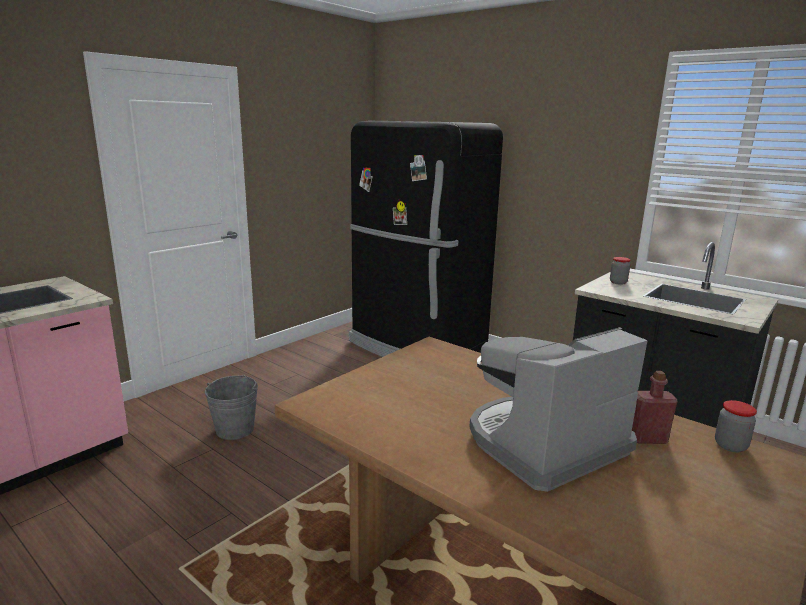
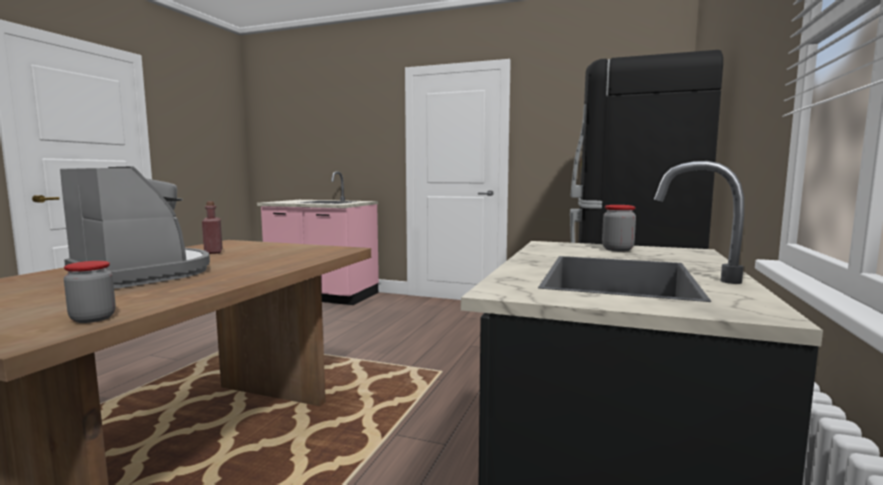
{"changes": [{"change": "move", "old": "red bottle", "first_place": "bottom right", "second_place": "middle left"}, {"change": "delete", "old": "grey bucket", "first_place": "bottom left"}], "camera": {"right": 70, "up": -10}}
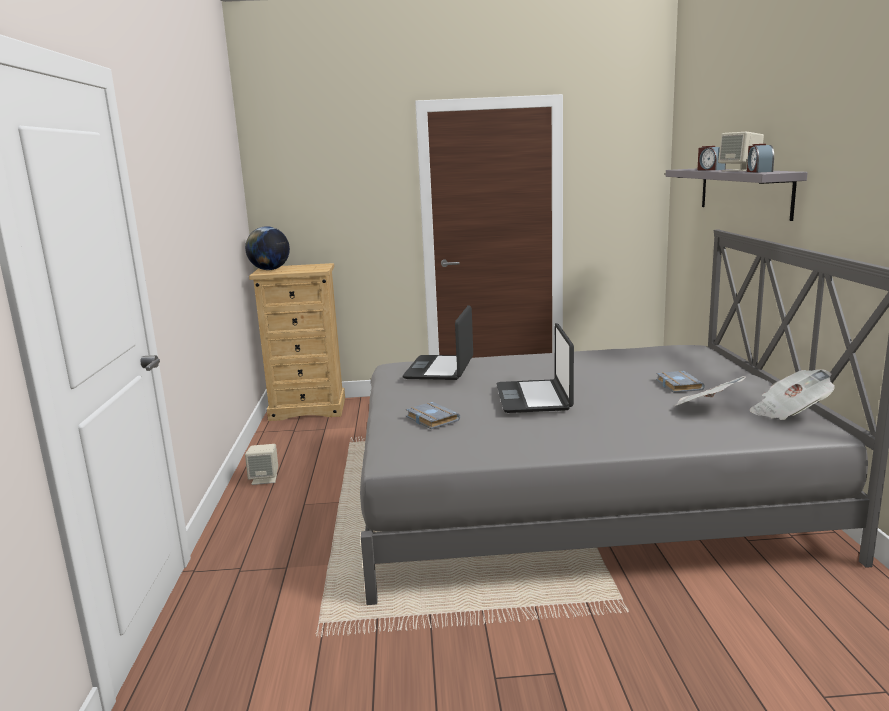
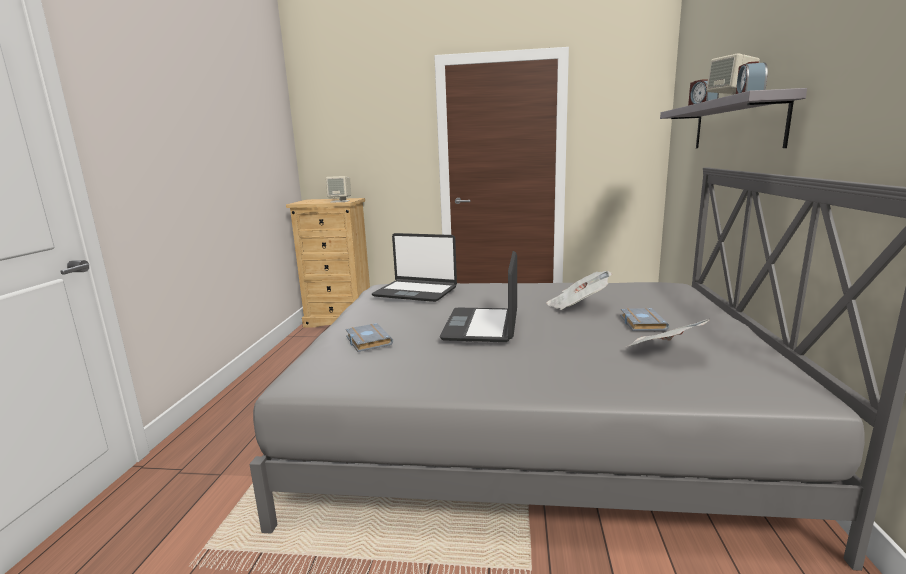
{"changes": [{"change": "delete", "old": "globe", "first_place": "middle left"}, {"change": "rotate", "old": "laptop (1st from left)", "first_place": "centre", "second_place": "centre", "degrees": -90}, {"change": "move", "old": "newspaper (2nd from left in the first image)", "new": "newspaper (1st from left)", "first_place": "middle right", "second_place": "centre"}, {"change": "move", "old": "beige speaker (1st from left)", "first_place": "middle left", "second_place": "top centre"}], "camera": {"right": 10, "up": 0}}
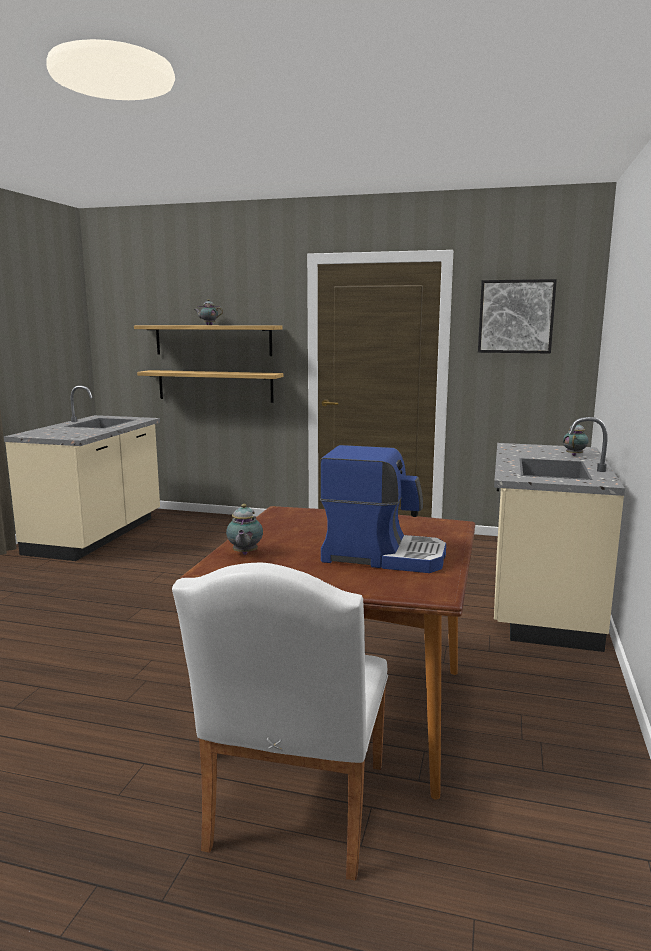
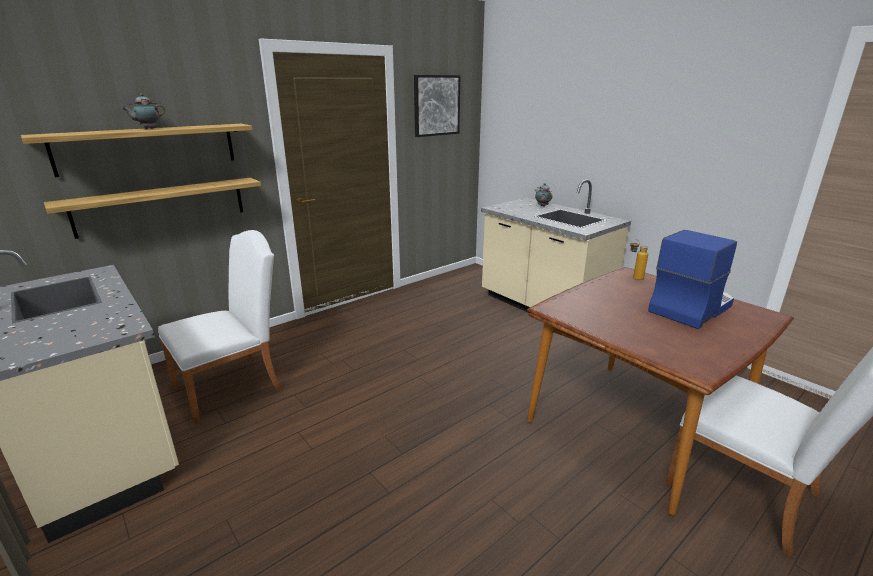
{"changes": [{"change": "delete", "old": "teapot (2nd from left)", "first_place": "centre"}, {"change": "insert", "new": "white chair (1st from left)", "second_place": "middle left"}, {"change": "insert", "new": "bottle", "second_place": "middle right"}], "camera": {"right": -55, "up": 10}}
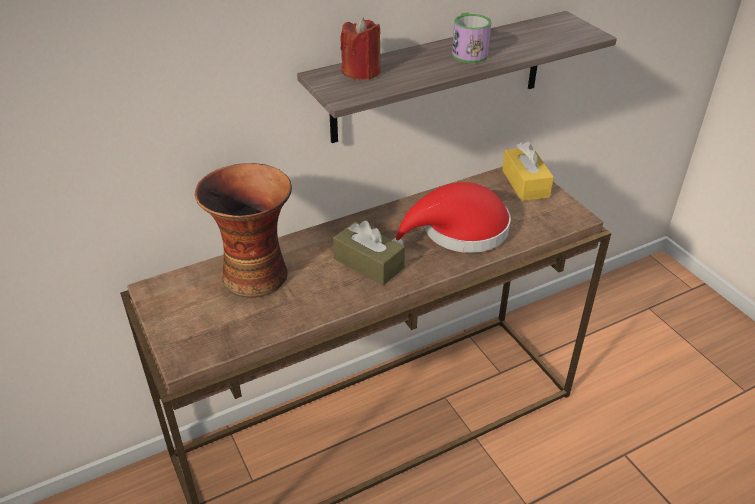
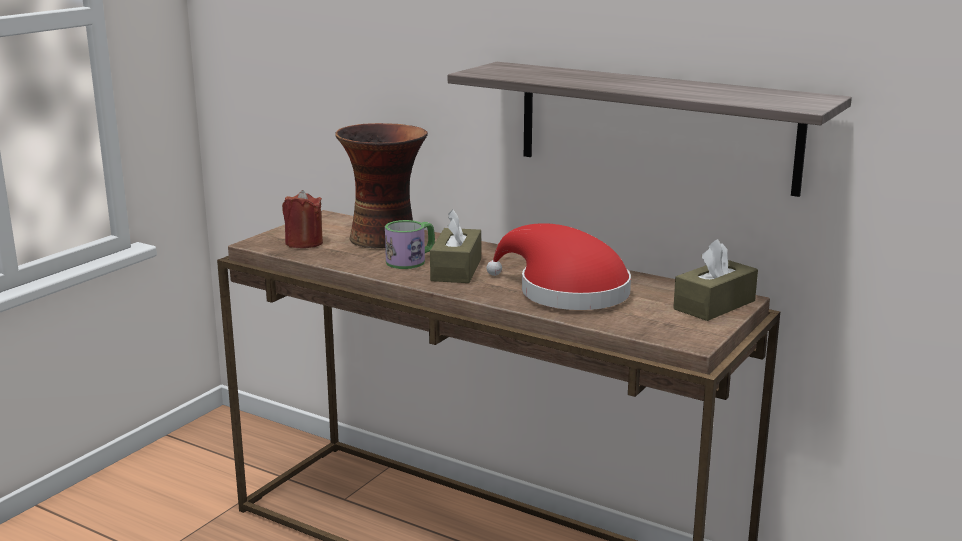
{"changes": [{"change": "move", "old": "mug", "first_place": "top centre", "second_place": "centre"}, {"change": "move", "old": "red candle", "first_place": "top centre", "second_place": "middle left"}, {"change": "recolor", "old": "yellow tissue box", "new": "brown tissue box (2nd from left)", "first_place": "middle right", "second_place": "middle right"}], "camera": {"right": 60, "up": -20}}
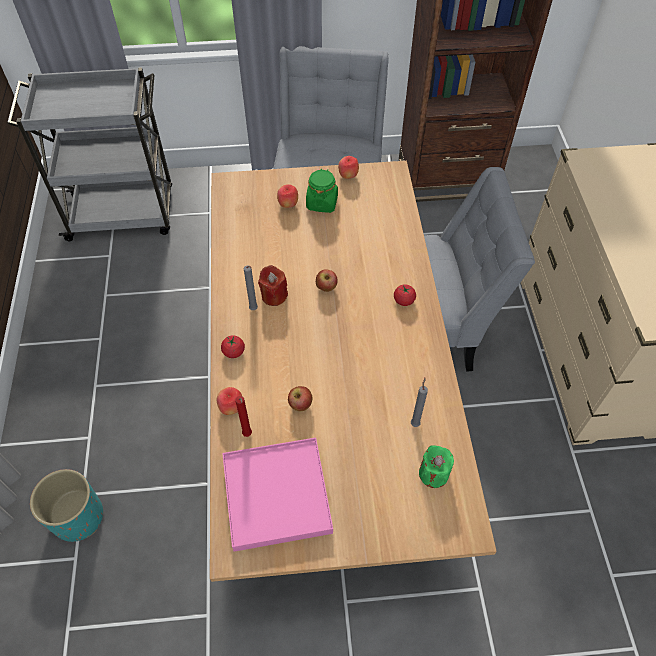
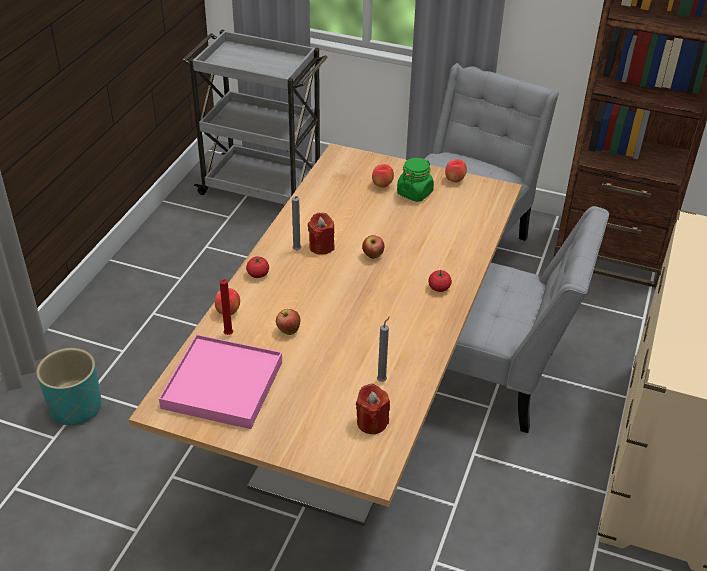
{"changes": [{"change": "recolor", "old": "green candle", "new": "red candle (3rd from left)", "first_place": "bottom centre", "second_place": "bottom centre"}], "camera": {"right": 25, "up": -15}}
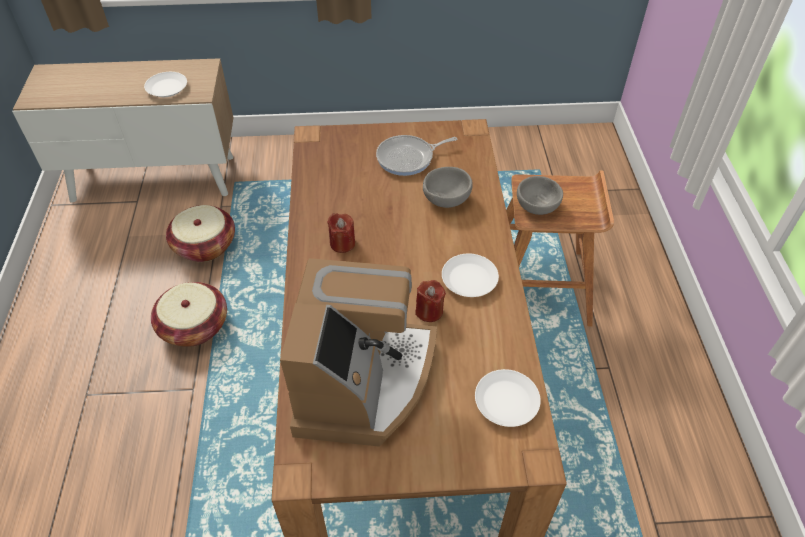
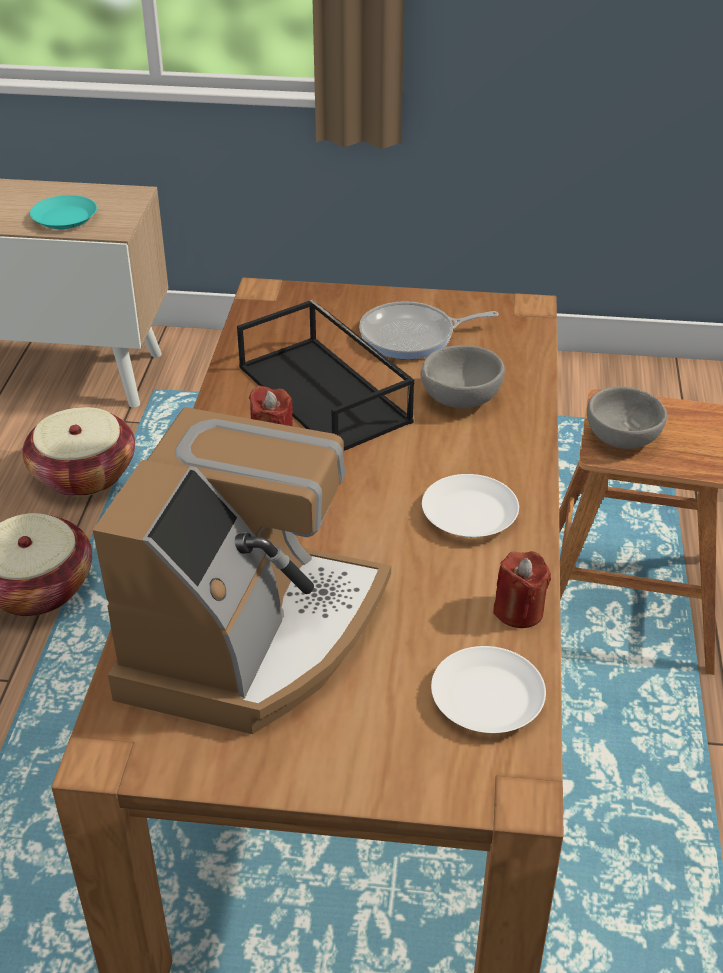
{"changes": [{"change": "recolor", "old": "white plate (1st from left)", "new": "turquoise plate", "first_place": "top left", "second_place": "top left"}, {"change": "move", "old": "red candle (2nd from left)", "first_place": "centre", "second_place": "middle right"}, {"change": "insert", "new": "black tray", "second_place": "centre"}], "camera": {"right": 10, "up": -10}}
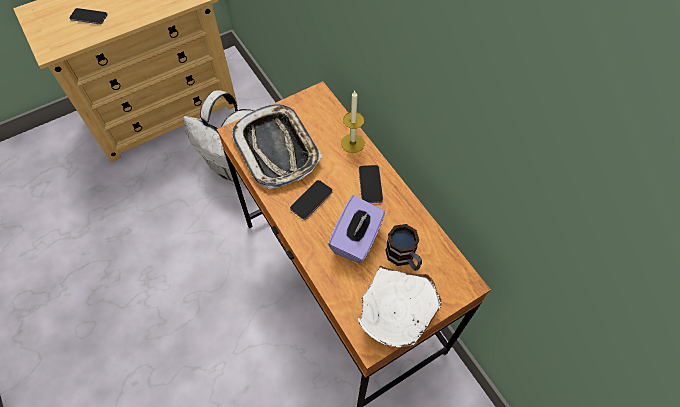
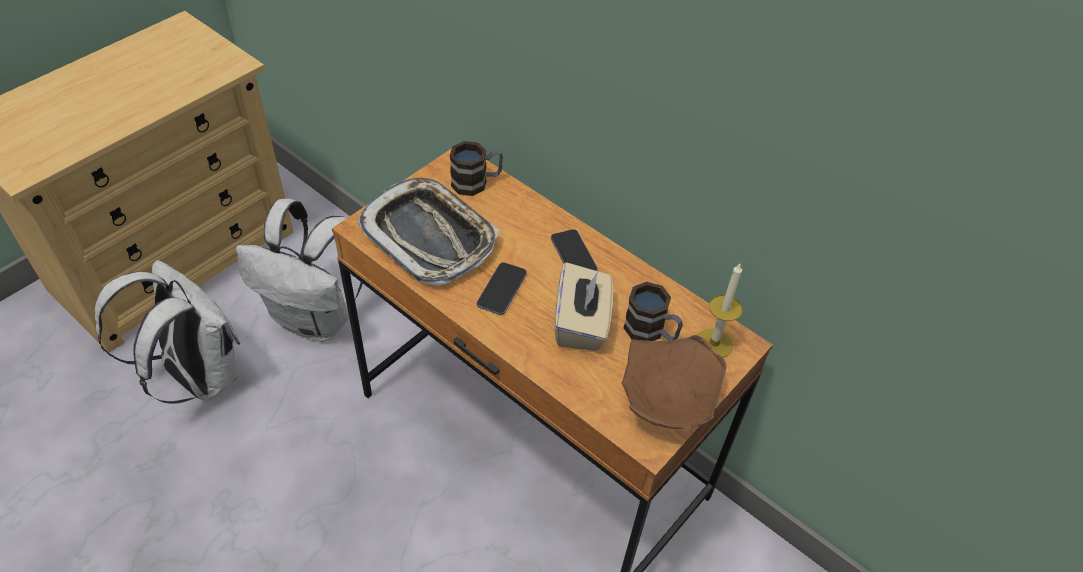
{"changes": [{"change": "delete", "old": "phone (1st from left)", "first_place": "top left"}, {"change": "move", "old": "candle", "first_place": "top centre", "second_place": "centre"}, {"change": "recolor", "old": "purple tissue box", "new": "beige tissue box", "first_place": "centre", "second_place": "centre"}, {"change": "recolor", "old": "white bowl", "new": "brown bowl", "first_place": "bottom centre", "second_place": "bottom centre"}, {"change": "insert", "new": "mug (1st from left)", "second_place": "top centre"}, {"change": "insert", "new": "white backpack (1st from left)", "second_place": "middle left"}], "camera": {"right": -20, "up": -10}}
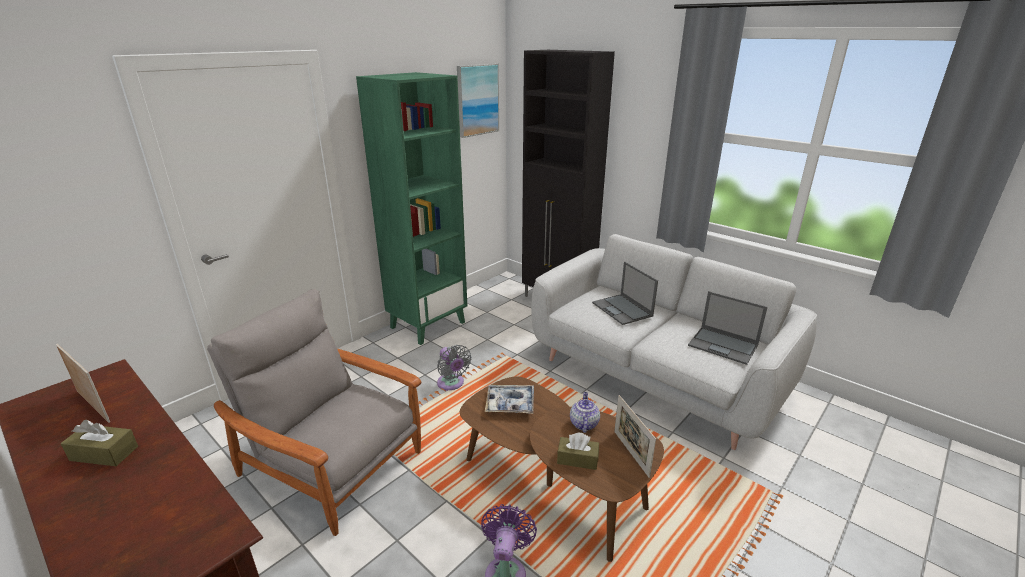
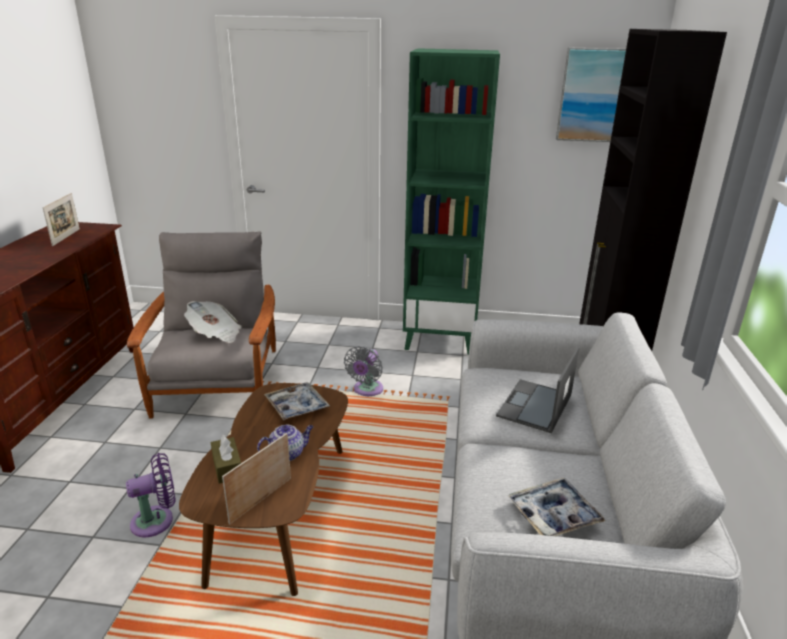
{"changes": [{"change": "replace", "old": "laptop (2nd from left)", "new": "tray (2nd from left)", "first_place": "middle right", "second_place": "bottom right"}, {"change": "delete", "old": "brown tissue box (1st from left)", "first_place": "bottom left"}, {"change": "insert", "new": "newspaper", "second_place": "middle left"}], "camera": {"right": 55, "up": 0}}
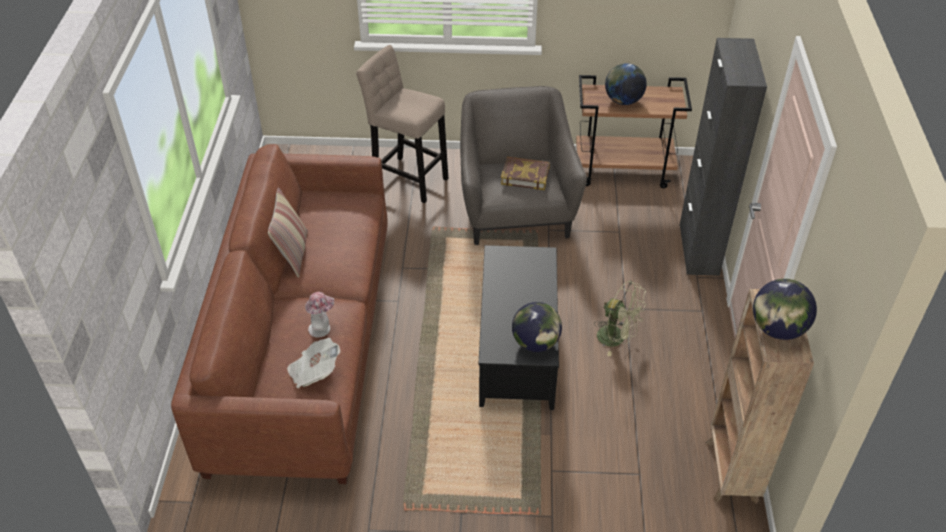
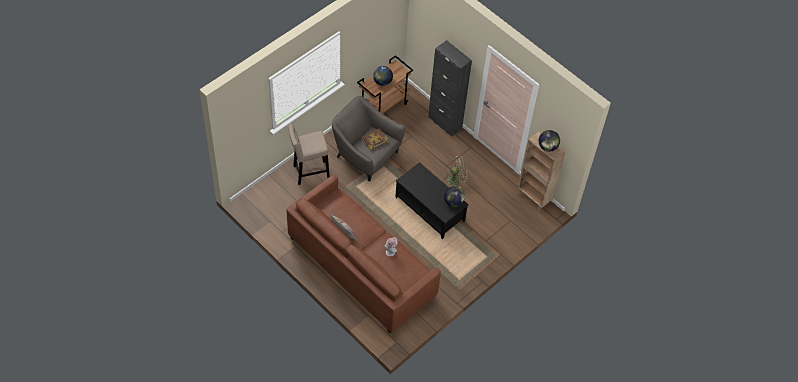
{"changes": [{"change": "delete", "old": "newspaper", "first_place": "bottom left"}], "camera": {"right": -50, "up": 10}}
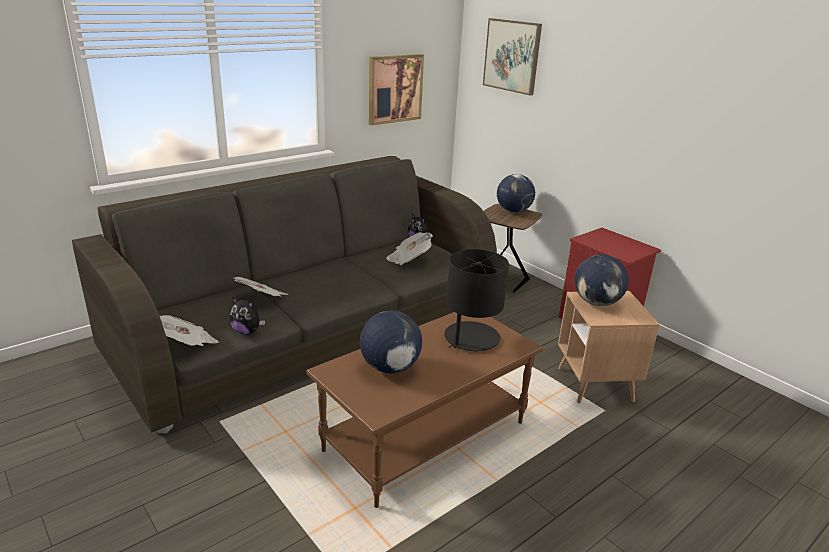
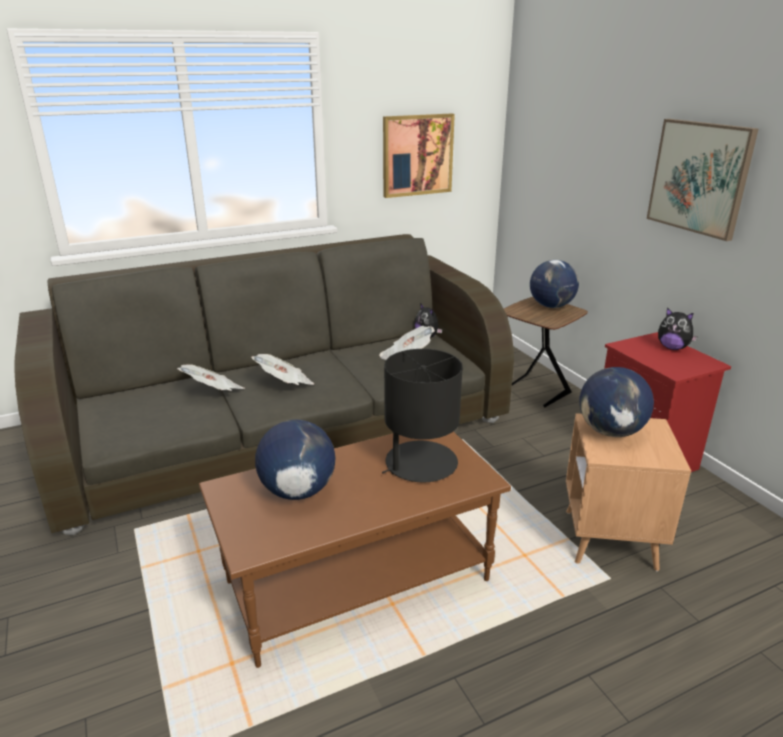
{"changes": [{"change": "move", "old": "picture (2nd from left)", "first_place": "top centre", "second_place": "top right"}, {"change": "move", "old": "plush toy (1st from left in the first image)", "new": "plush toy (2nd from left)", "first_place": "middle left", "second_place": "middle right"}, {"change": "move", "old": "newspaper (1st from left in the first image)", "new": "newspaper (2nd from left)", "first_place": "middle left", "second_place": "centre"}], "camera": {"right": 15, "up": 0}}
